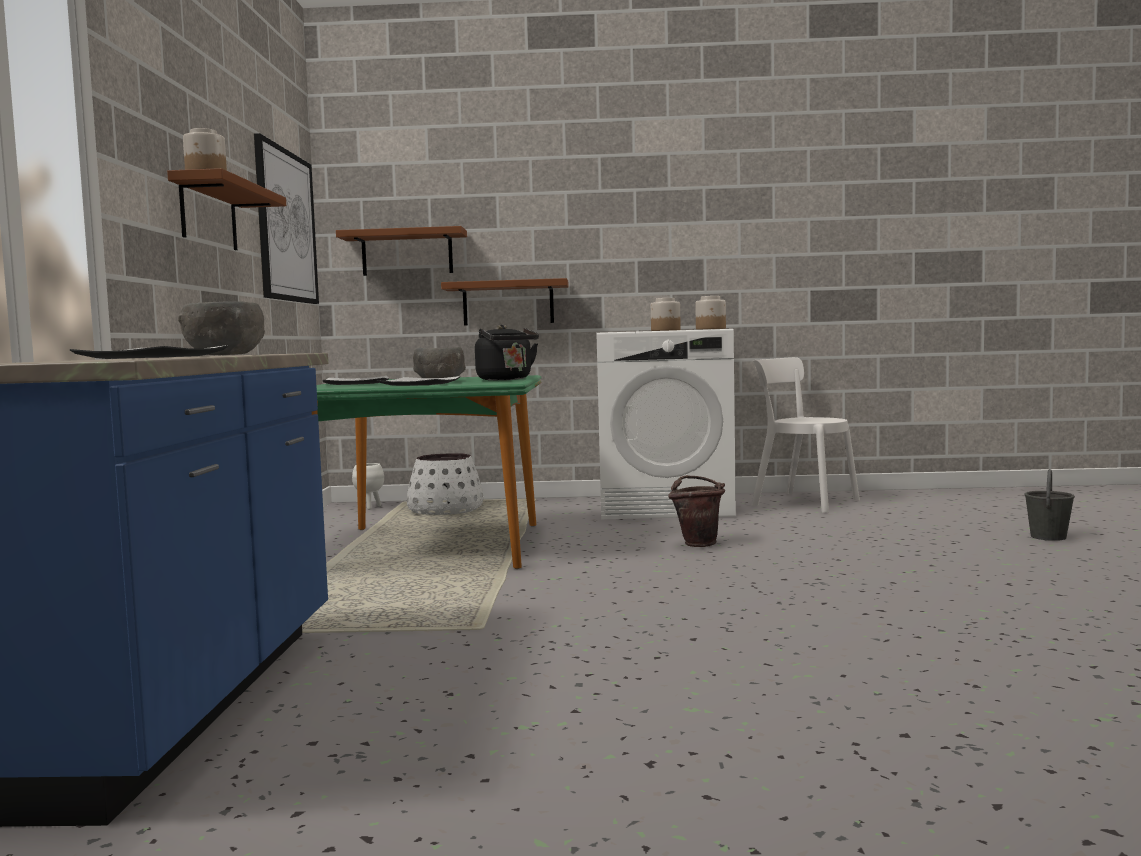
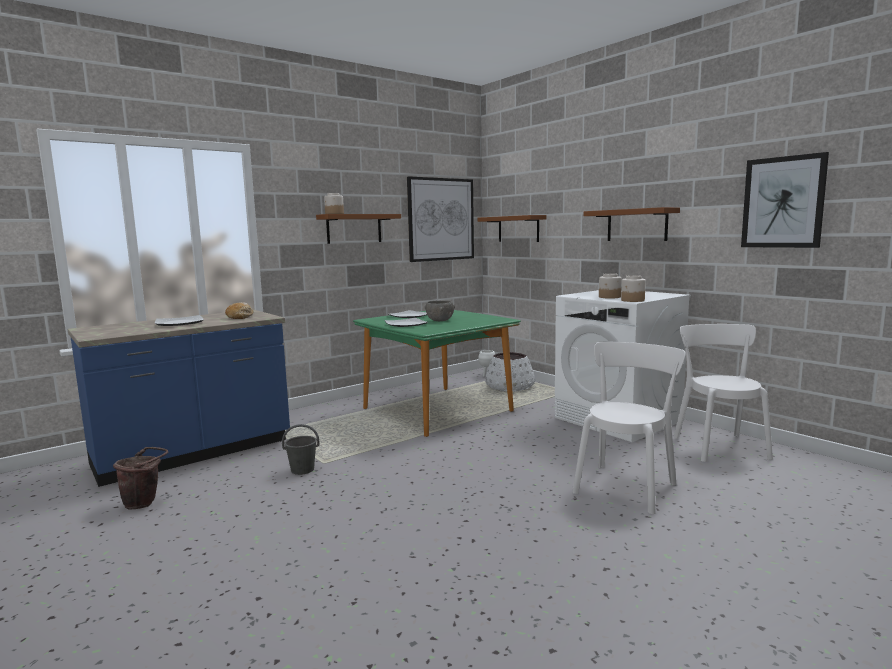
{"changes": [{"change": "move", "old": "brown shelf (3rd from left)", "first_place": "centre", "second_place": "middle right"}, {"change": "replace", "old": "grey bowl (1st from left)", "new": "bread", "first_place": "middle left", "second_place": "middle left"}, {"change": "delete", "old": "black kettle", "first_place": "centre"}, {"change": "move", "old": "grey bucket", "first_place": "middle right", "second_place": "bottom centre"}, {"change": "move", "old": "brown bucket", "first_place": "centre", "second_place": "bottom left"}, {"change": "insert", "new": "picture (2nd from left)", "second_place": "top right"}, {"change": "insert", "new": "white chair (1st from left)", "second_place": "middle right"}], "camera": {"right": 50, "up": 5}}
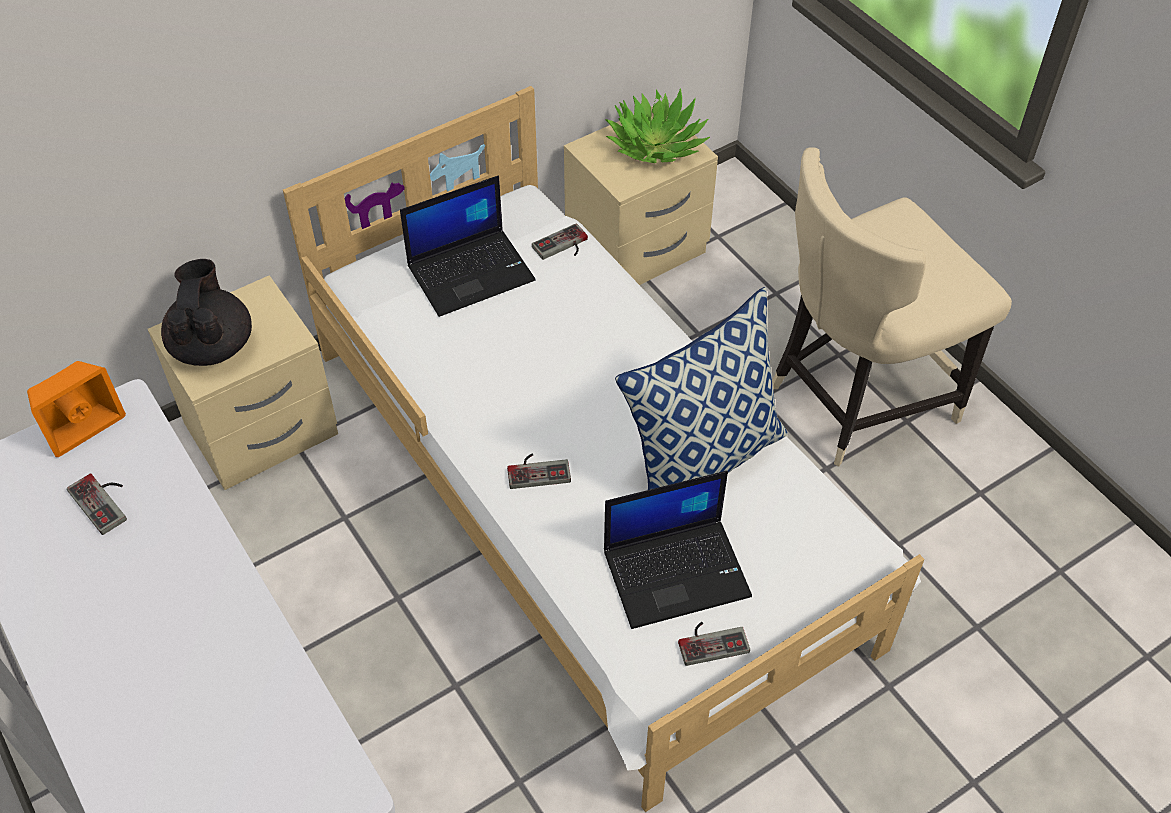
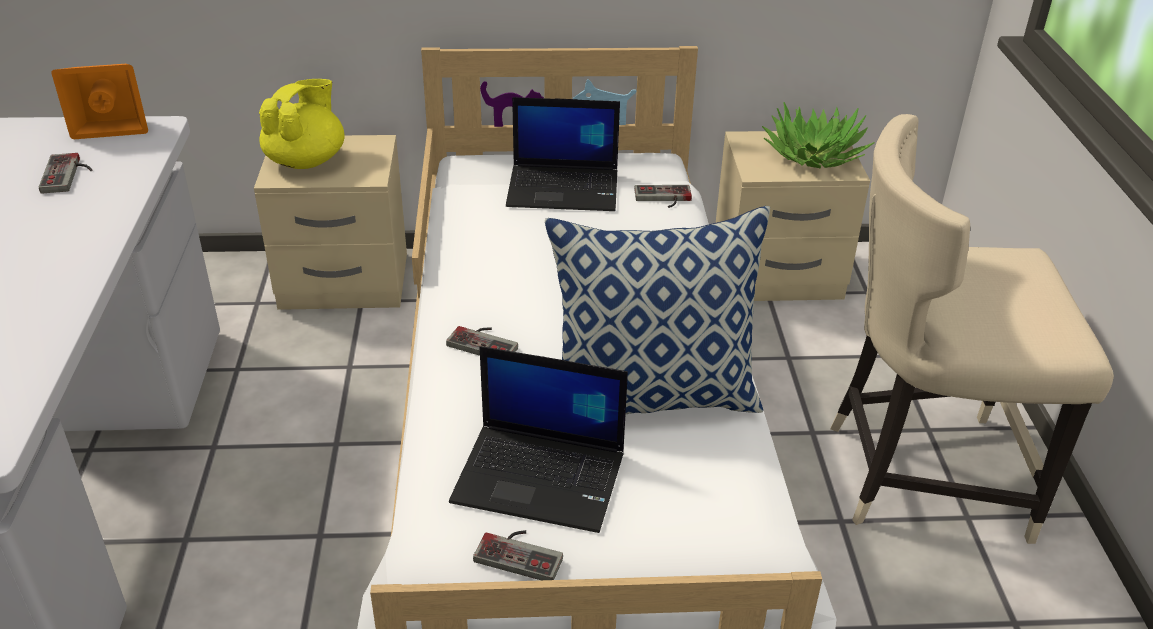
{"changes": [{"change": "recolor", "old": "black teapot", "new": "yellow teapot", "first_place": "middle left", "second_place": "top left"}], "camera": {"right": 30, "up": -15}}
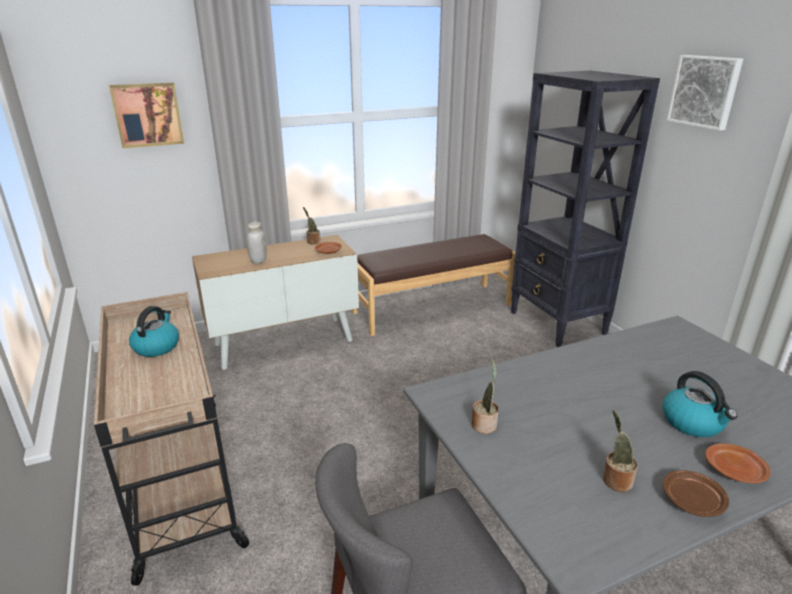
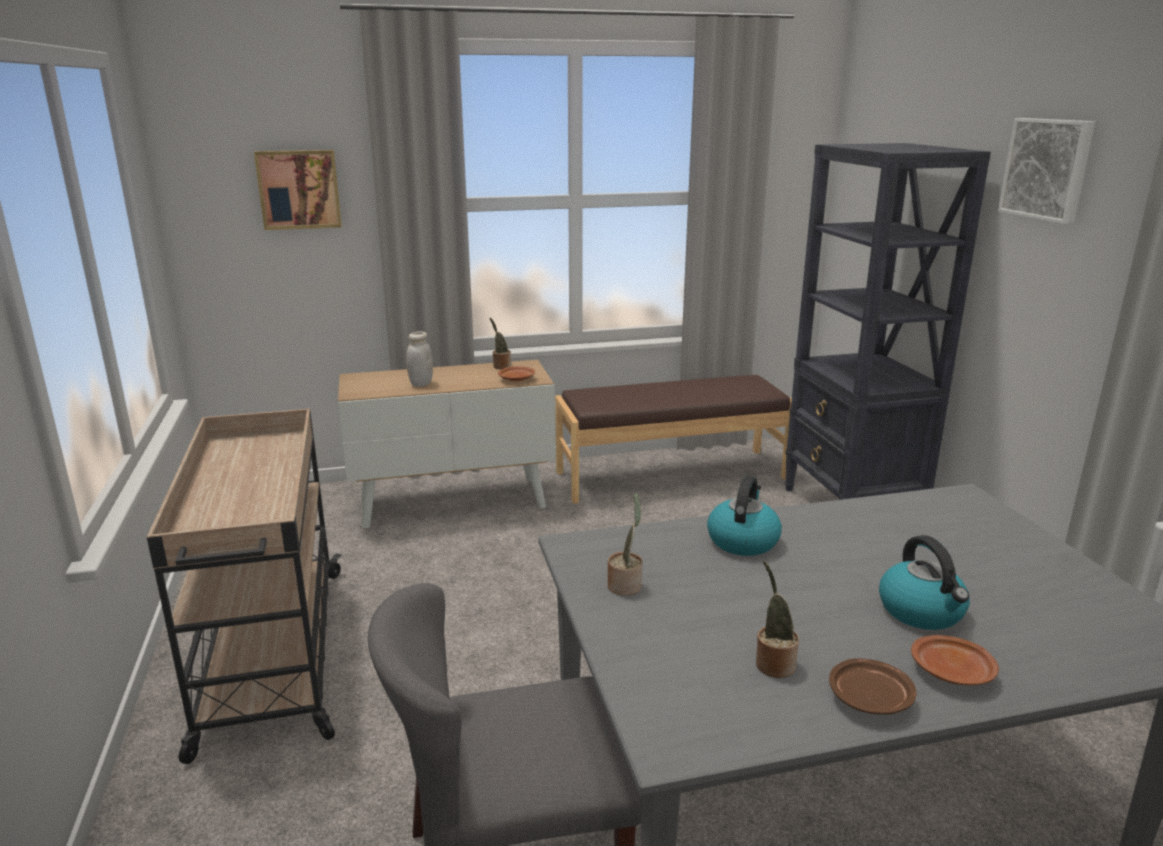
{"changes": [{"change": "move", "old": "kettle (1st from left)", "first_place": "middle left", "second_place": "centre"}], "camera": {"right": 10, "up": -5}}
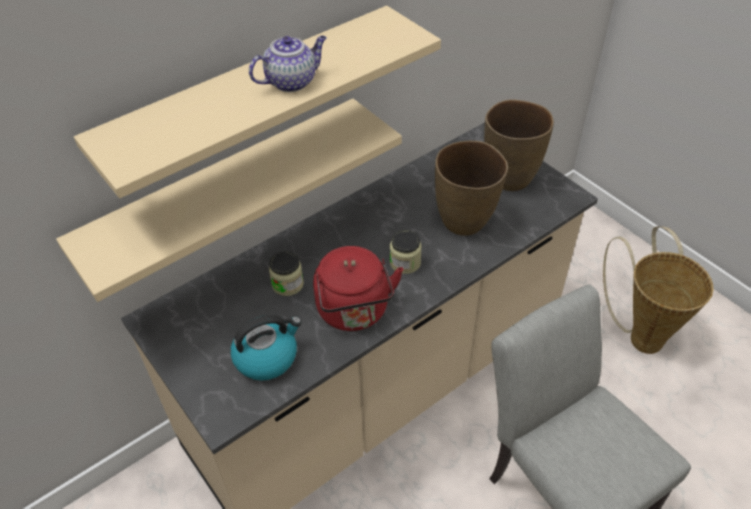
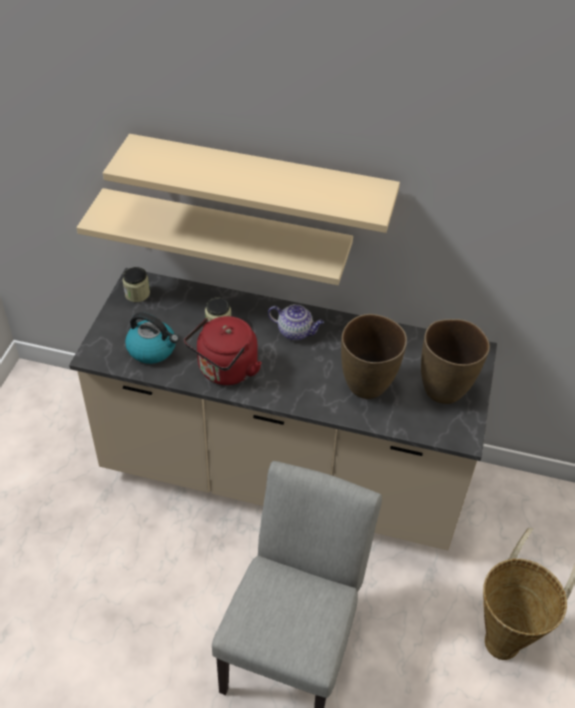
{"changes": [{"change": "move", "old": "teapot", "first_place": "top centre", "second_place": "centre"}, {"change": "move", "old": "jar (2nd from left in the first image)", "new": "jar (1st from left)", "first_place": "centre", "second_place": "middle left"}], "camera": {"right": 50, "up": 0}}
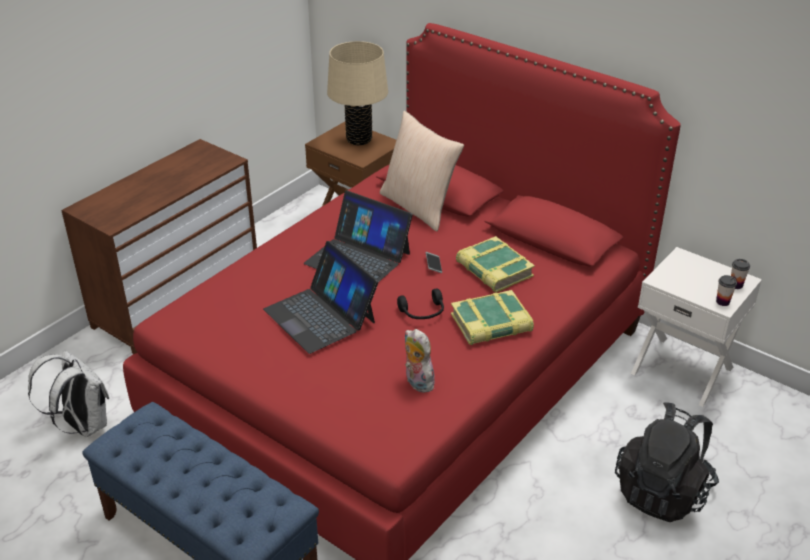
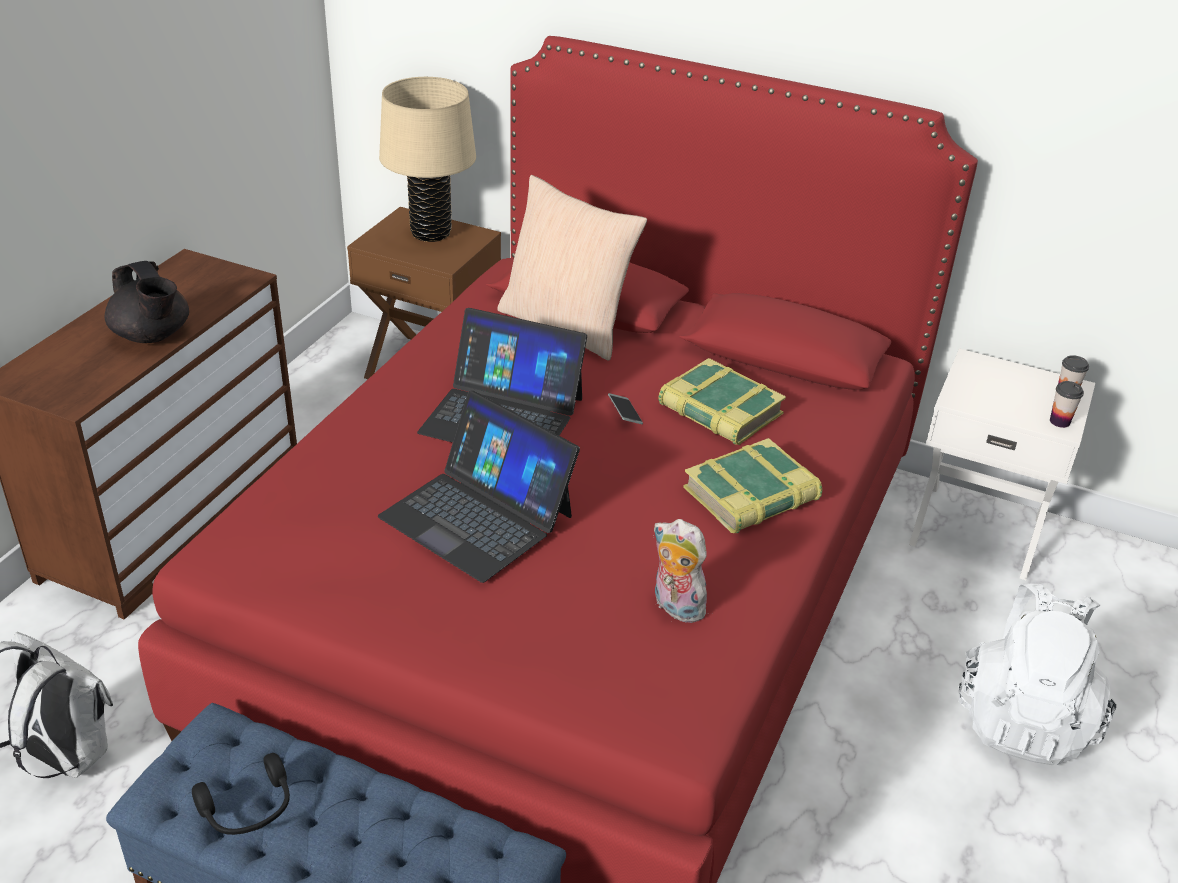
{"changes": [{"change": "move", "old": "black headphones", "first_place": "centre", "second_place": "bottom left"}, {"change": "recolor", "old": "black backpack", "new": "white backpack (2nd from left)", "first_place": "bottom right", "second_place": "bottom right"}, {"change": "insert", "new": "black teapot", "second_place": "middle left"}], "camera": {"right": -15, "up": 0}}
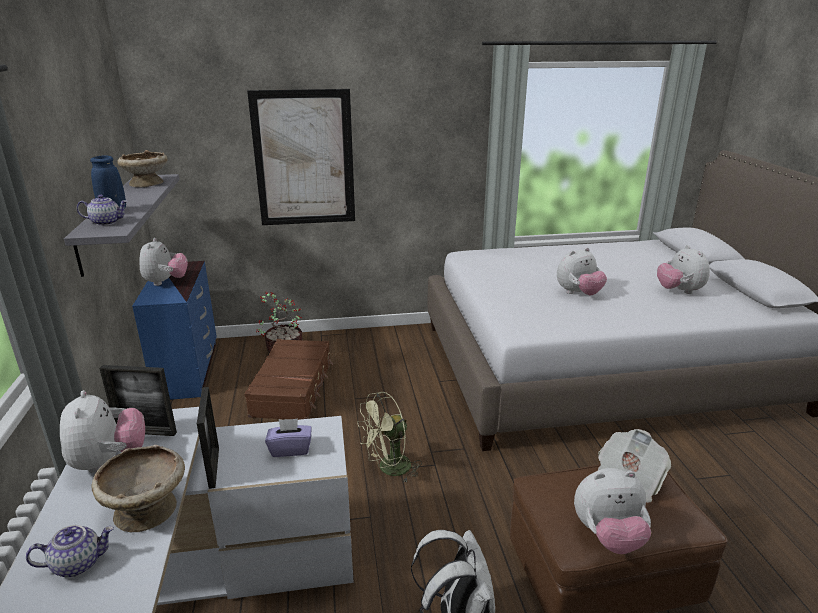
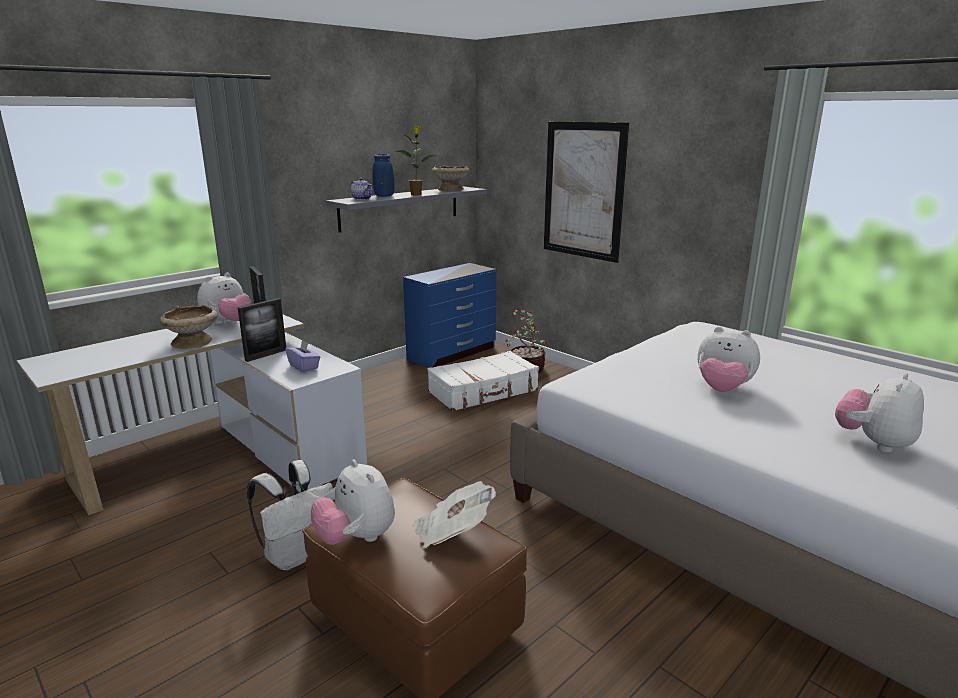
{"changes": [{"change": "delete", "old": "plush toy (2nd from left)", "first_place": "middle left"}, {"change": "recolor", "old": "brown suitcase", "new": "white suitcase", "first_place": "centre", "second_place": "centre"}, {"change": "delete", "old": "green fan", "first_place": "bottom centre"}, {"change": "delete", "old": "teapot (1st from left)", "first_place": "bottom left"}, {"change": "insert", "new": "potted plant (1st from left)", "second_place": "top centre"}], "camera": {"right": 55, "up": -5}}
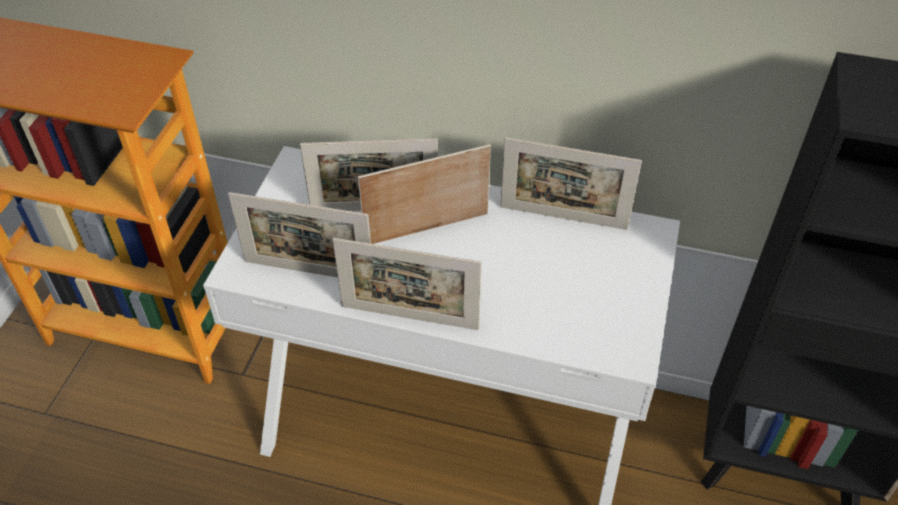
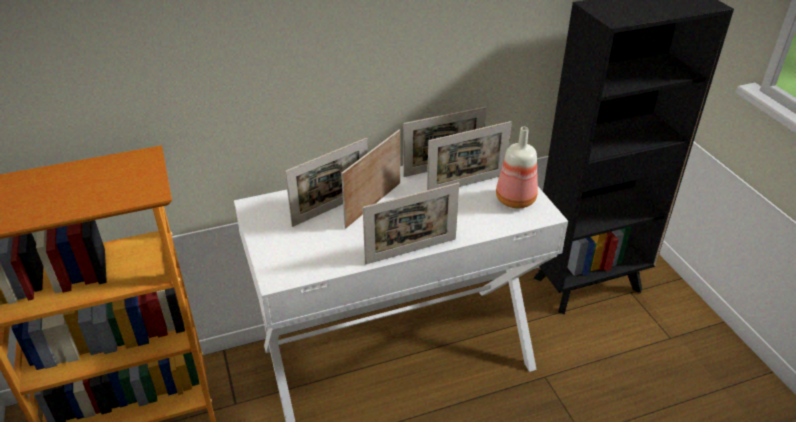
{"changes": [{"change": "move", "old": "picture frame (1st from left in the first image)", "new": "picture frame (5th from left)", "first_place": "middle left", "second_place": "centre"}, {"change": "insert", "new": "bottle", "second_place": "centre"}], "camera": {"right": -35, "up": -10}}
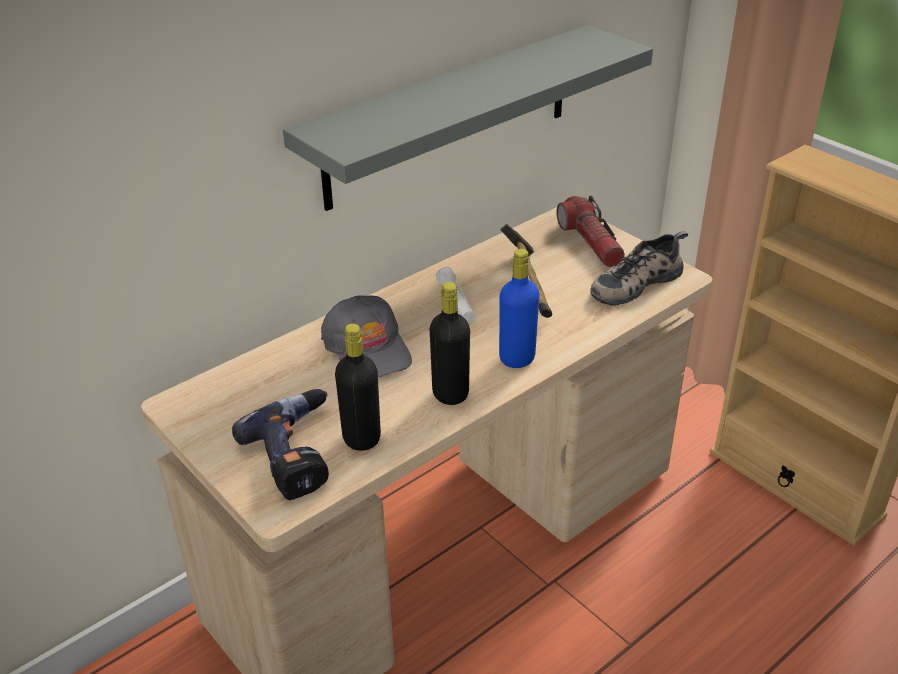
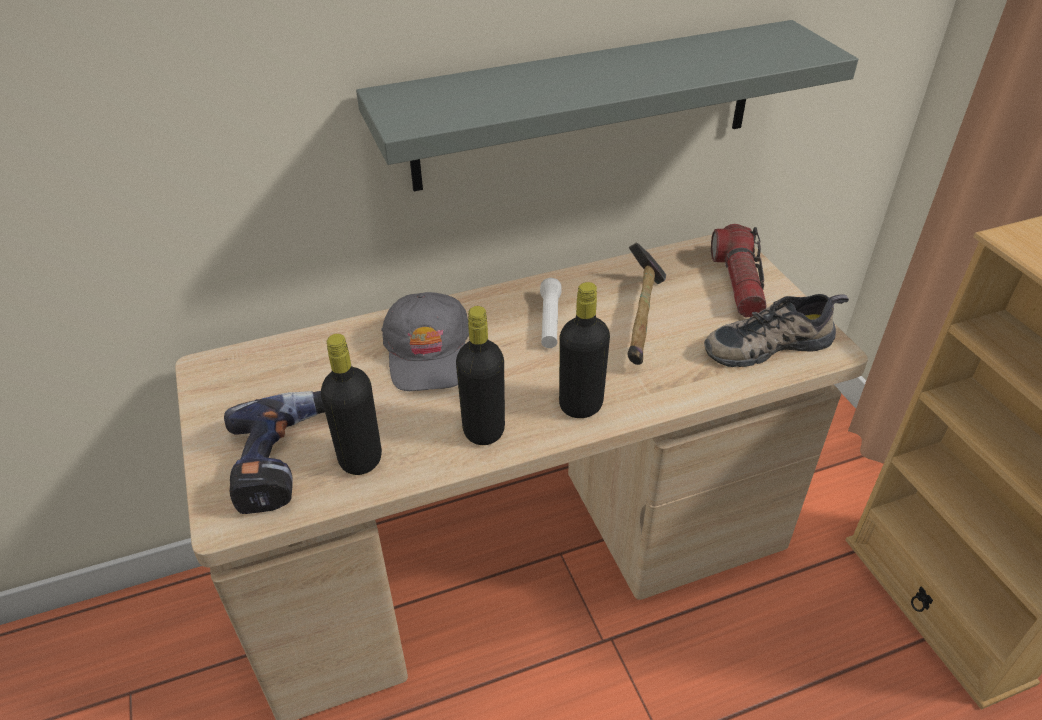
{"changes": [{"change": "recolor", "old": "blue bottle", "new": "black bottle (3rd from left)", "first_place": "centre", "second_place": "centre"}], "camera": {"right": 20, "up": 5}}
